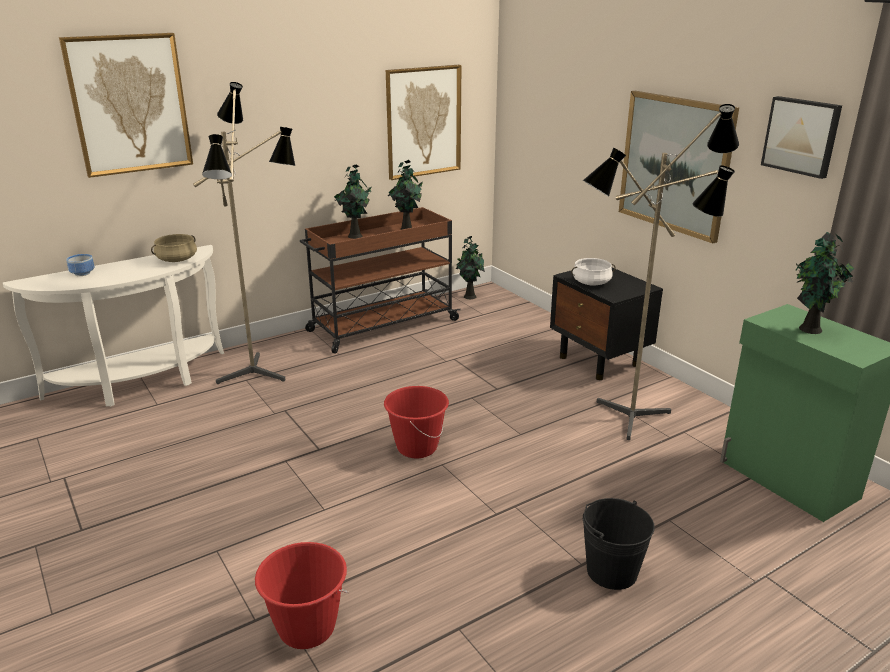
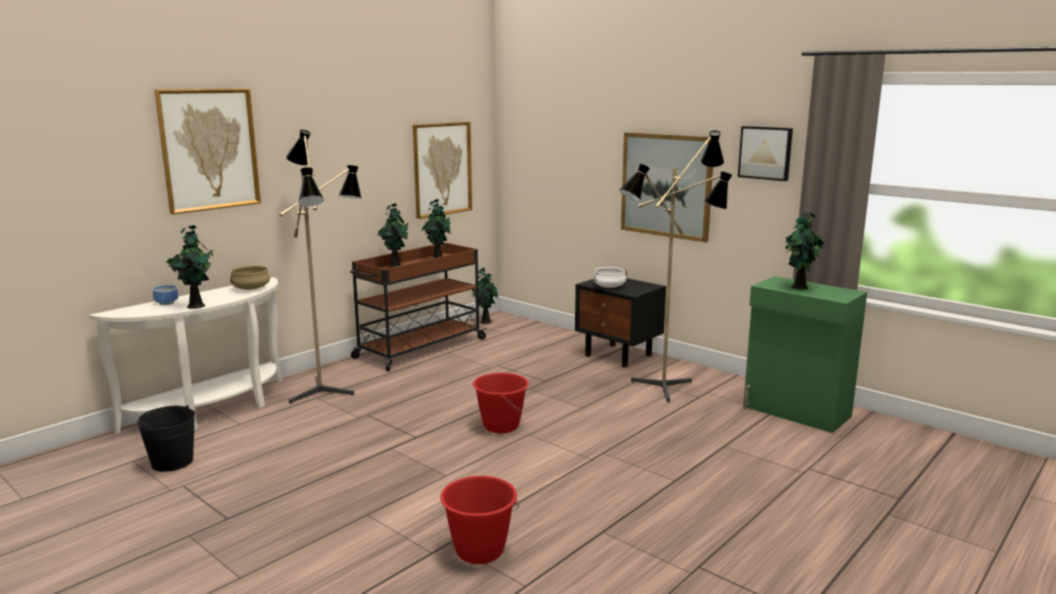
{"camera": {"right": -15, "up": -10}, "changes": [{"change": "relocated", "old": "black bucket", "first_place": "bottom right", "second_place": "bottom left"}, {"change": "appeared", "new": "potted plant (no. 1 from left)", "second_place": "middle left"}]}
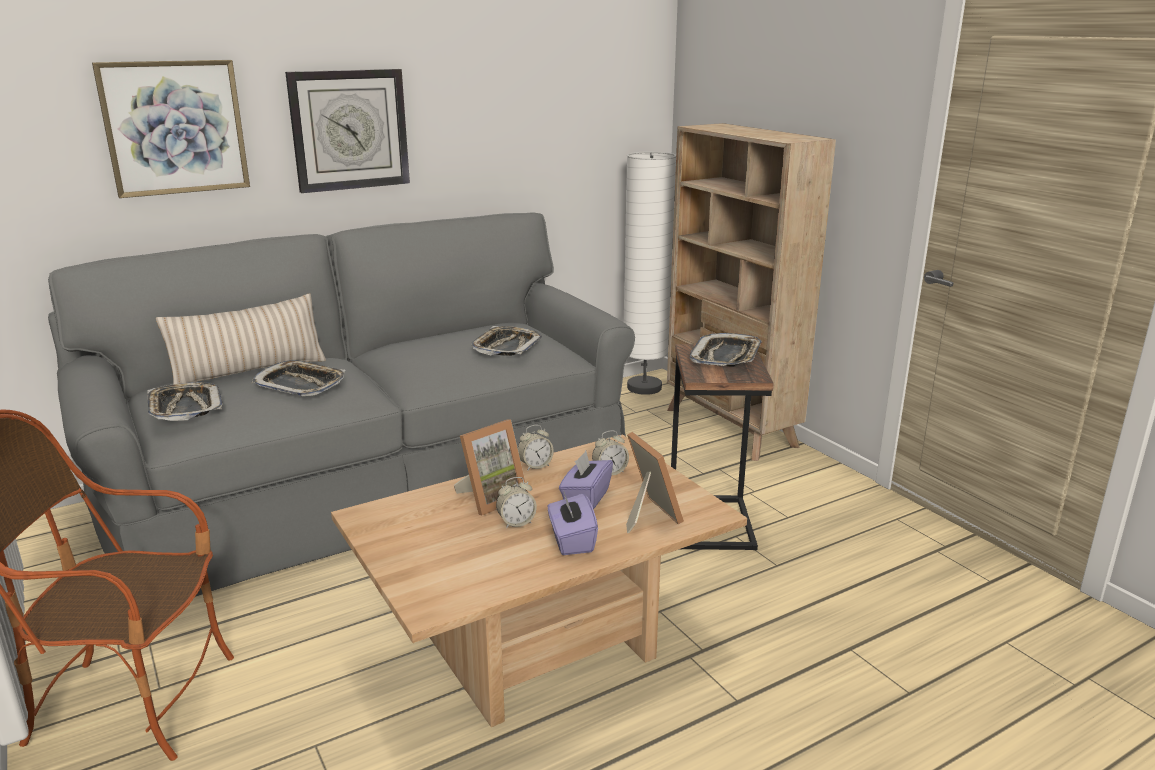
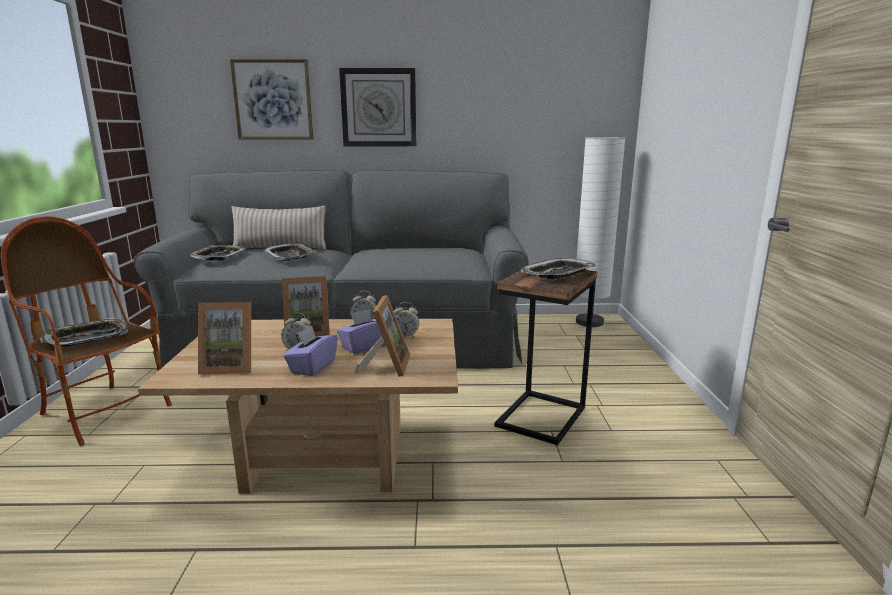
{"camera": {"right": 30, "up": -5}, "changes": [{"change": "relocated", "old": "tray (no. 3 from left in the first image)", "new": "tray (no. 1 from left)", "first_place": "centre", "second_place": "middle left"}, {"change": "appeared", "new": "picture frame (no. 1 from left)", "second_place": "middle left"}, {"change": "missing", "old": "beige bookcase", "first_place": "centre"}]}
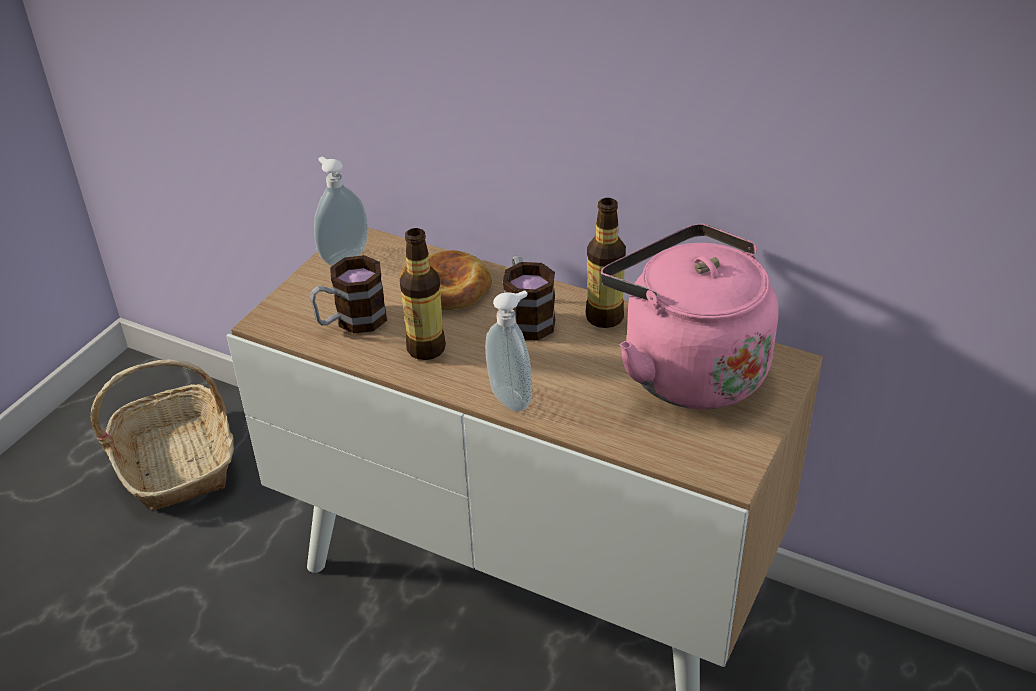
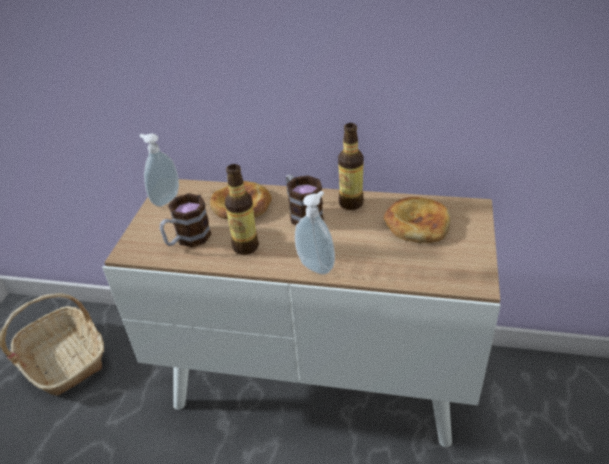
{"camera": {"right": -15, "up": 0}, "changes": [{"change": "exchanged", "old": "pink kettle", "new": "bread (no. 2 from left)", "first_place": "centre", "second_place": "middle right"}]}
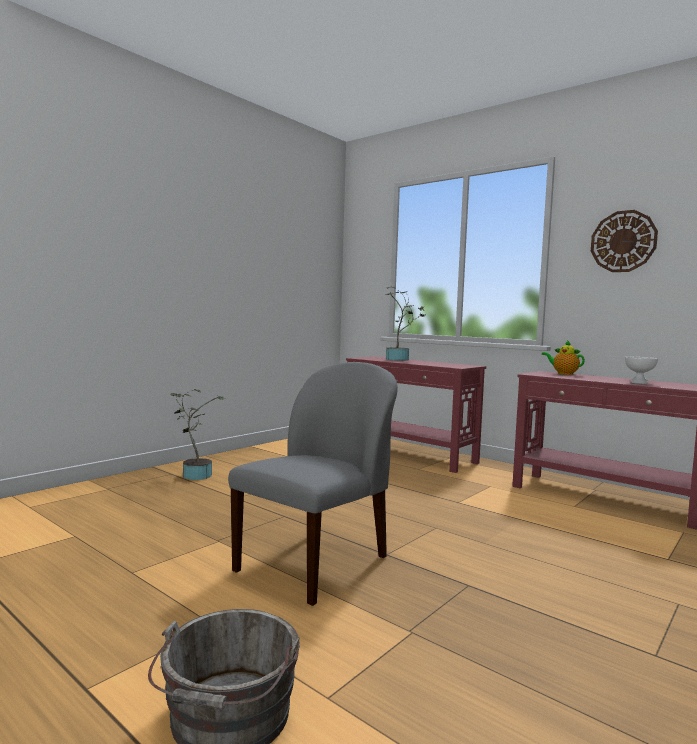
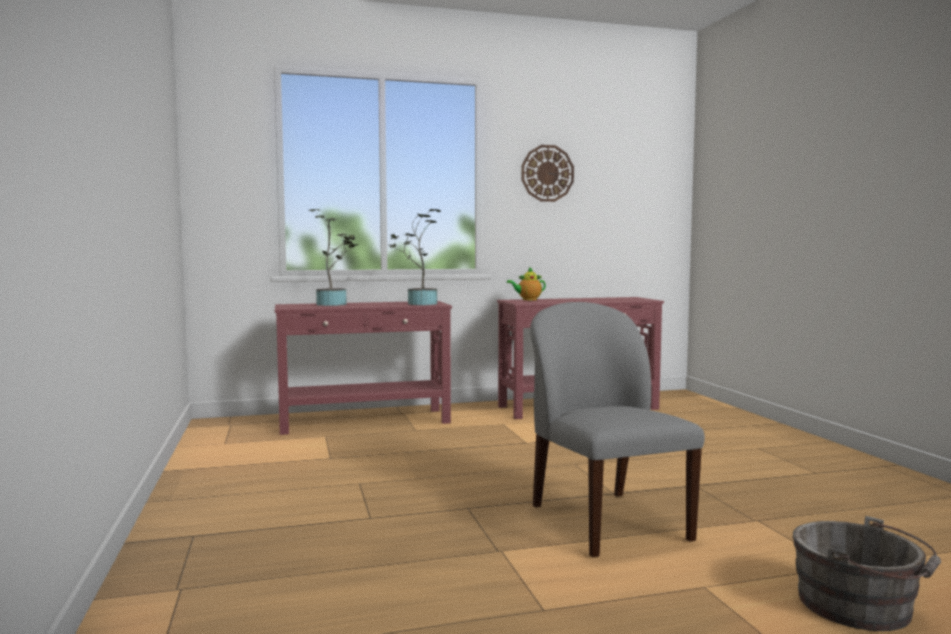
{"camera": {"right": -55, "up": 0}, "changes": [{"change": "relocated", "old": "potted plant (no. 1 from left in the first image)", "new": "potted plant (no. 2 from left)", "first_place": "middle left", "second_place": "centre"}, {"change": "missing", "old": "white bowl", "first_place": "middle right"}]}
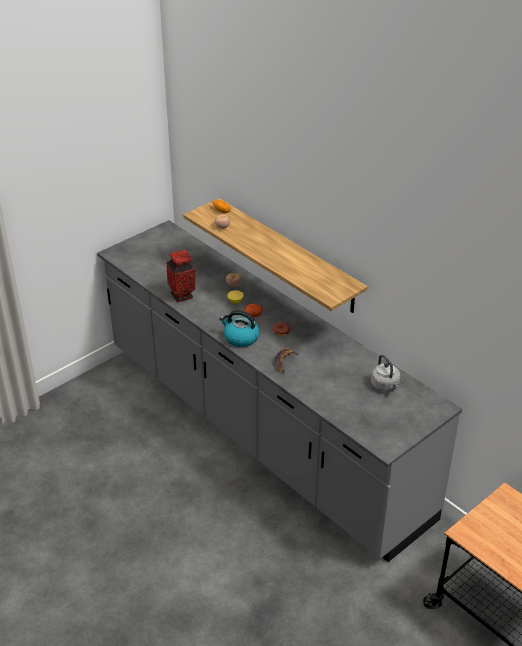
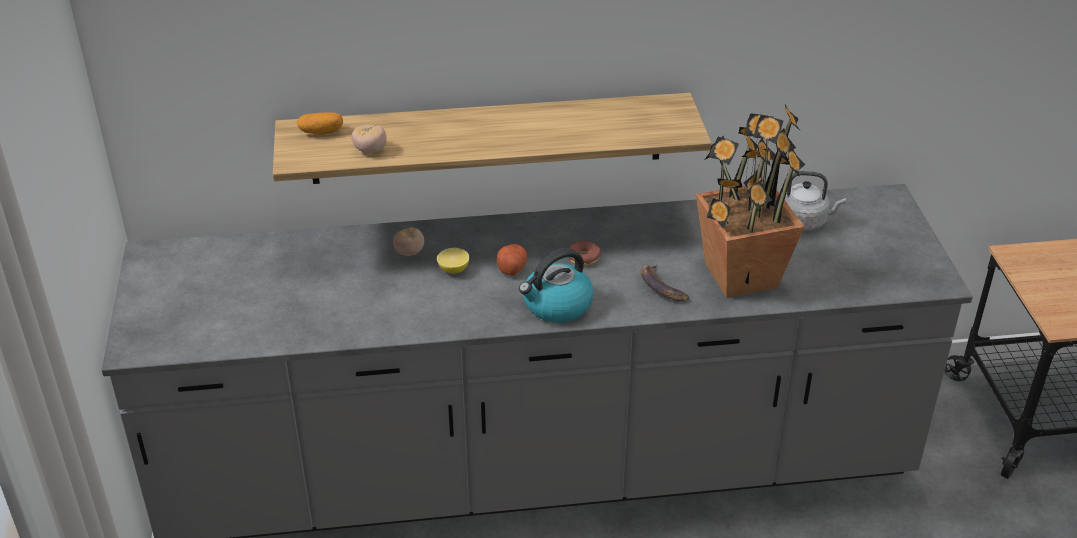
{"camera": {"right": -55, "up": 0}, "changes": [{"change": "appeared", "new": "potted plant", "second_place": "middle right"}, {"change": "missing", "old": "vase", "first_place": "centre"}]}
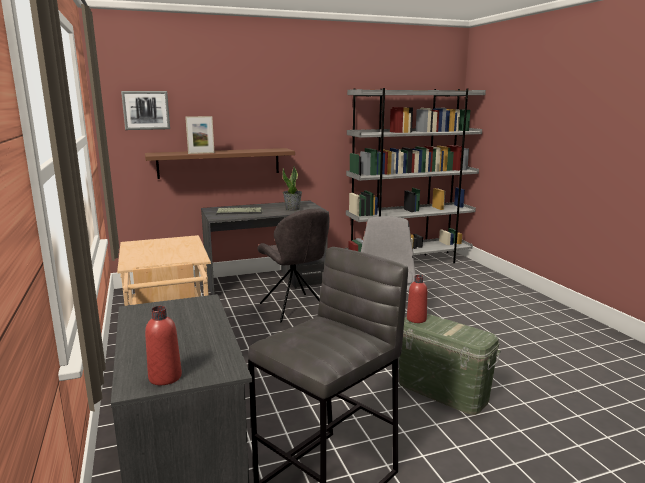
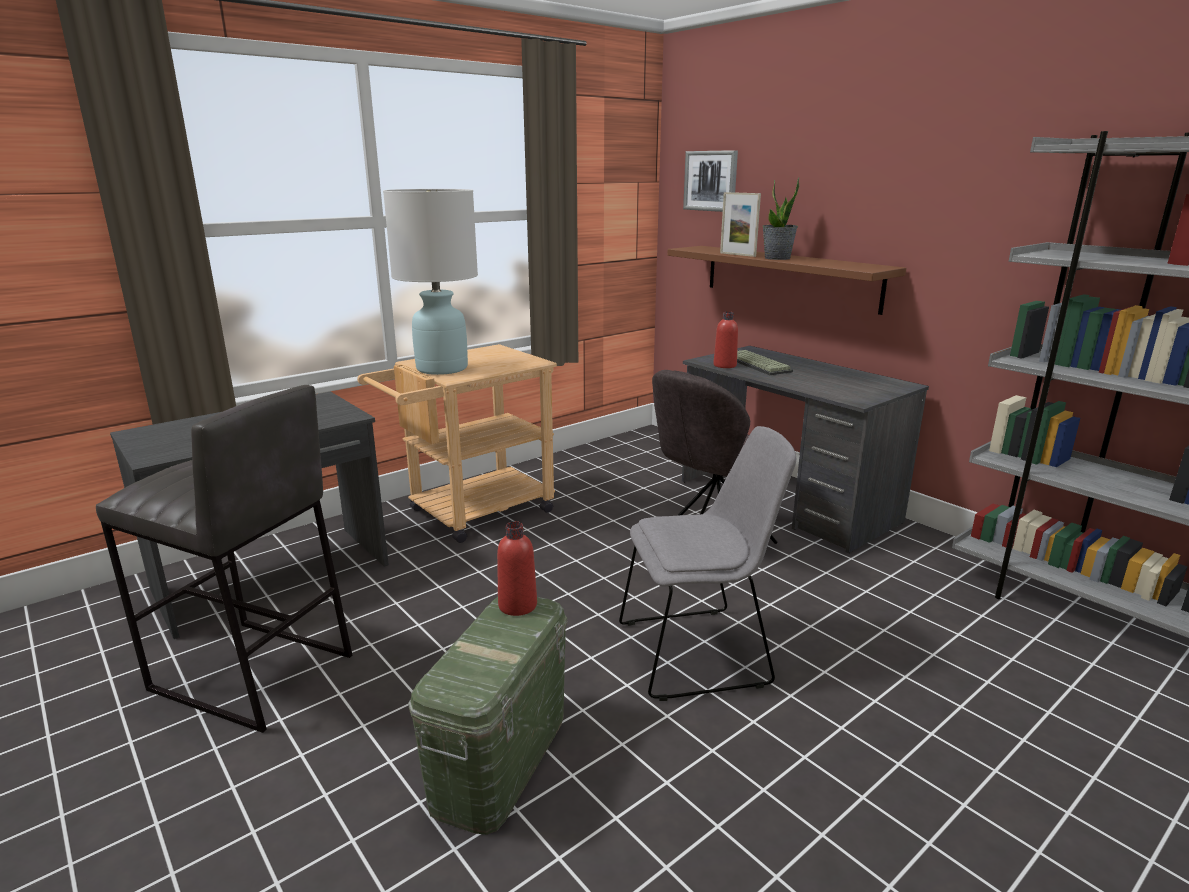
{"camera": {"right": 70, "up": 5}, "changes": [{"change": "appeared", "new": "white table lamp", "second_place": "top centre"}, {"change": "relocated", "old": "red bottle (no. 1 from left in the first image)", "new": "red bottle (no. 2 from left)", "first_place": "bottom left", "second_place": "centre"}, {"change": "relocated", "old": "potted plant", "first_place": "centre", "second_place": "top centre"}]}
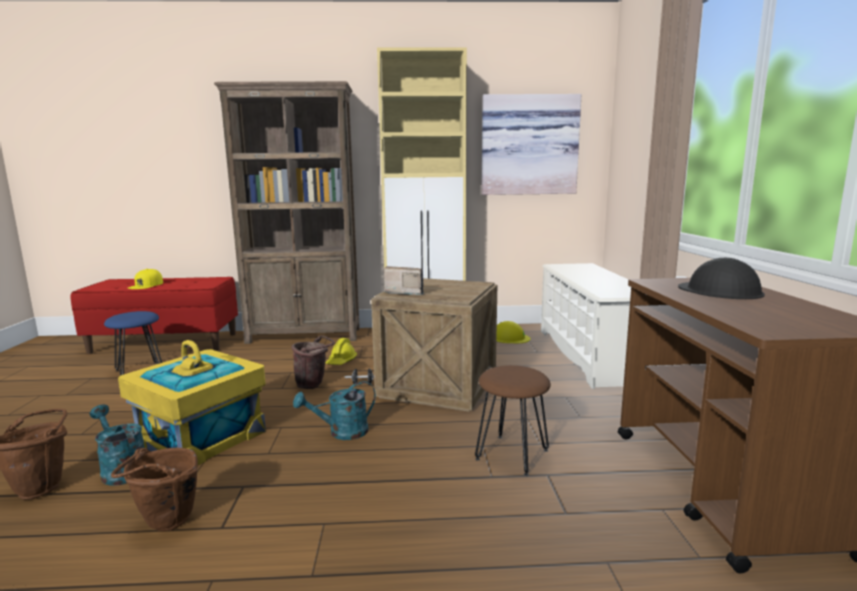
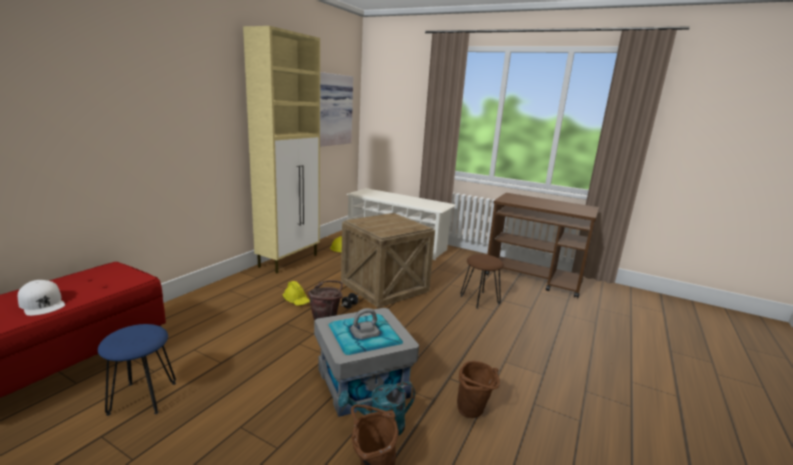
{"camera": {"right": -60, "up": 5}, "changes": [{"change": "colour", "old": "yellow cap", "new": "white cap", "first_place": "middle left", "second_place": "middle left"}, {"change": "colour", "old": "yellow storage box", "new": "grey storage box", "first_place": "bottom left", "second_place": "bottom centre"}, {"change": "missing", "old": "brown bookcase", "first_place": "centre"}, {"change": "missing", "old": "turquoise watering can (no. 2 from left)", "first_place": "bottom centre"}, {"change": "missing", "old": "radio", "first_place": "centre"}, {"change": "missing", "old": "black hard hat", "first_place": "middle right"}]}
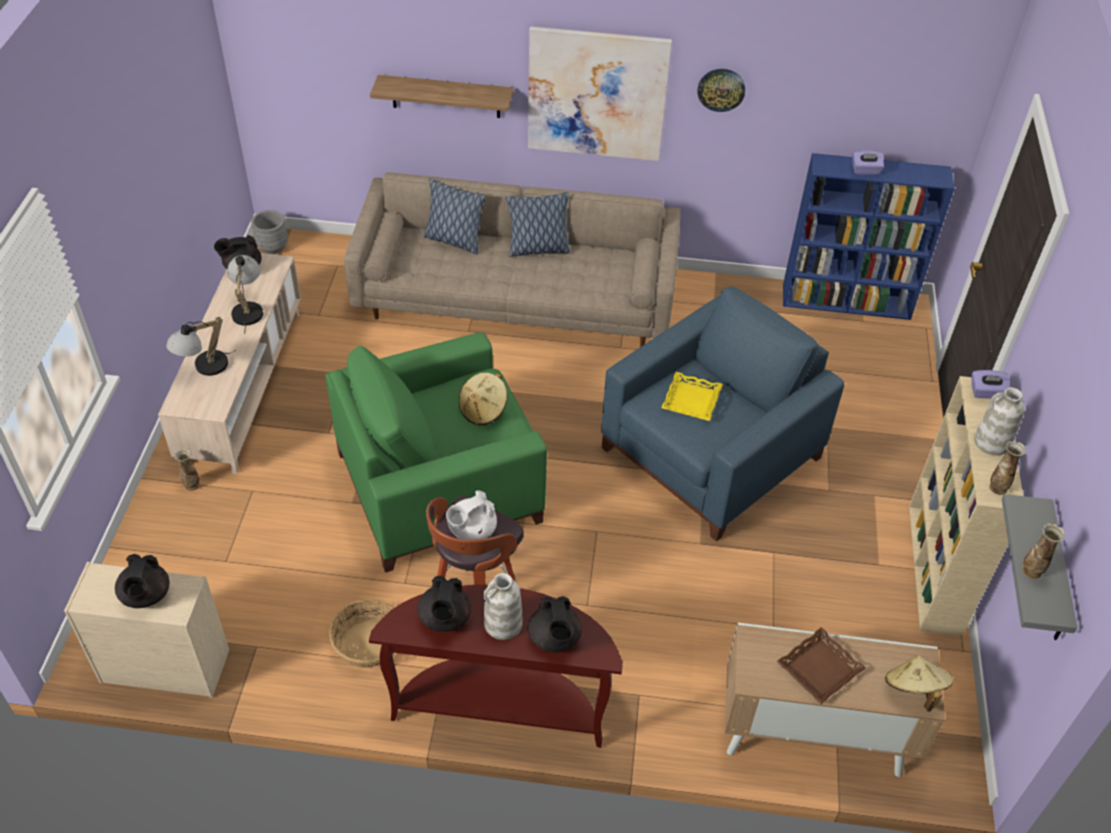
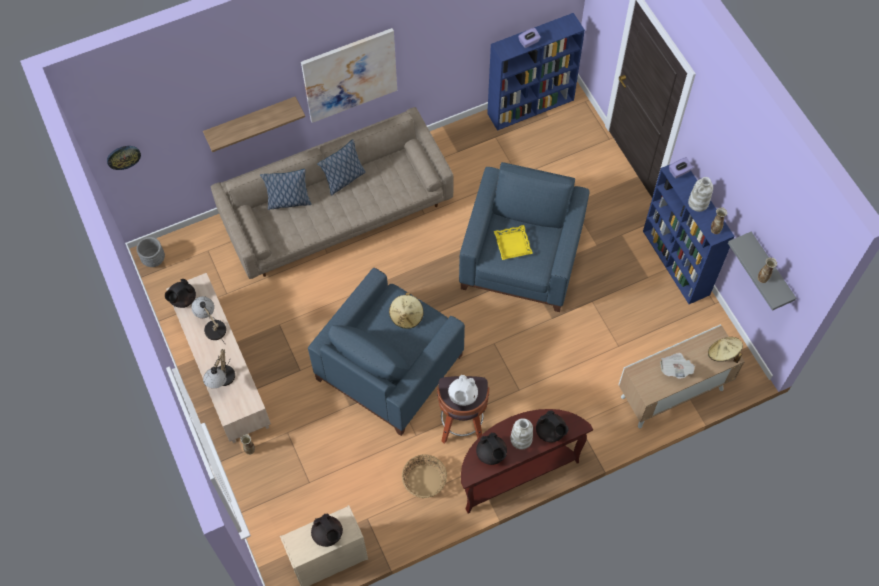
{"camera": {"right": -30, "up": 15}, "changes": [{"change": "relocated", "old": "wall clock", "first_place": "top centre", "second_place": "top left"}, {"change": "colour", "old": "green armchair", "new": "blue armchair (no. 1 from left)", "first_place": "centre", "second_place": "centre"}, {"change": "colour", "old": "beige bookcase", "new": "blue bookcase (no. 2 from left)", "first_place": "middle right", "second_place": "middle right"}, {"change": "exchanged", "old": "brown tray", "new": "newspaper", "first_place": "bottom right", "second_place": "middle right"}]}
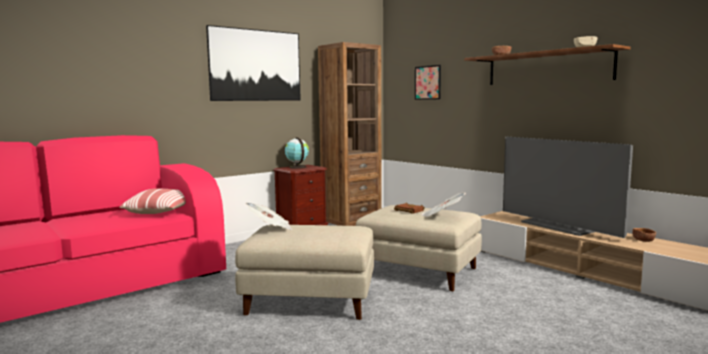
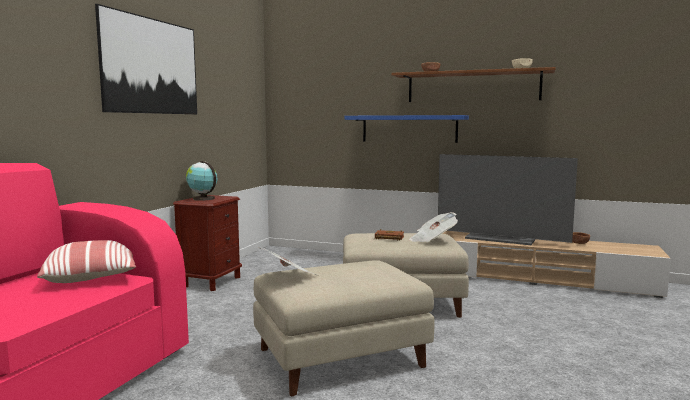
{"camera": {"right": -30, "up": 0}, "changes": [{"change": "appeared", "new": "blue shelf", "second_place": "top centre"}, {"change": "missing", "old": "brown bookcase", "first_place": "centre"}, {"change": "missing", "old": "picture (no. 2 from left)", "first_place": "top centre"}]}
